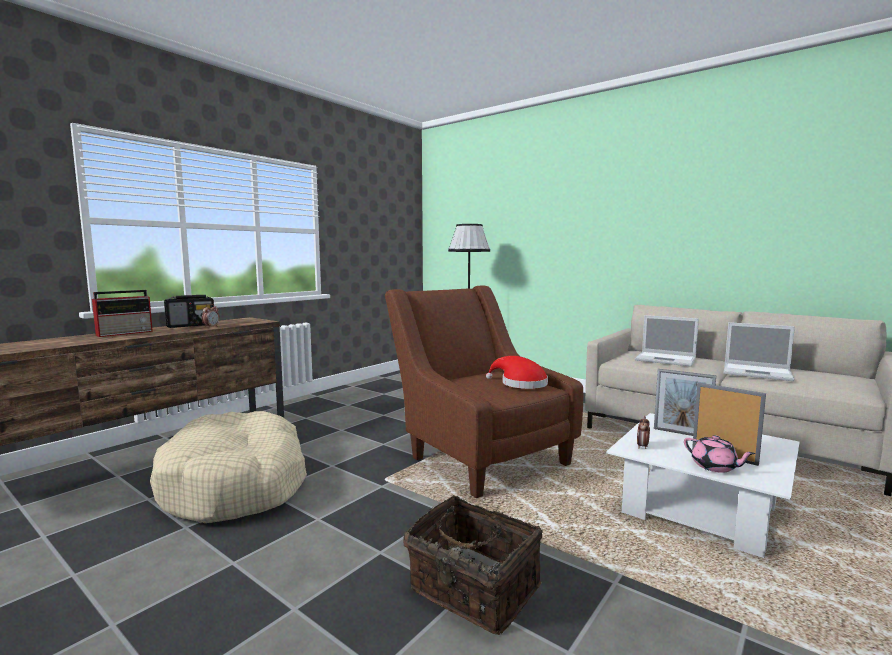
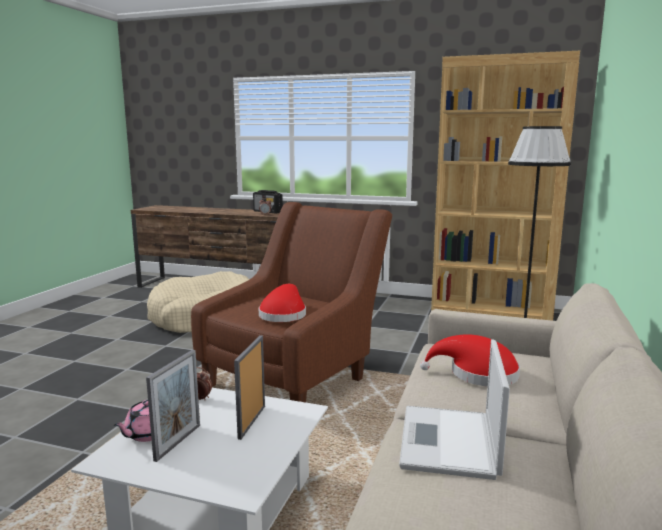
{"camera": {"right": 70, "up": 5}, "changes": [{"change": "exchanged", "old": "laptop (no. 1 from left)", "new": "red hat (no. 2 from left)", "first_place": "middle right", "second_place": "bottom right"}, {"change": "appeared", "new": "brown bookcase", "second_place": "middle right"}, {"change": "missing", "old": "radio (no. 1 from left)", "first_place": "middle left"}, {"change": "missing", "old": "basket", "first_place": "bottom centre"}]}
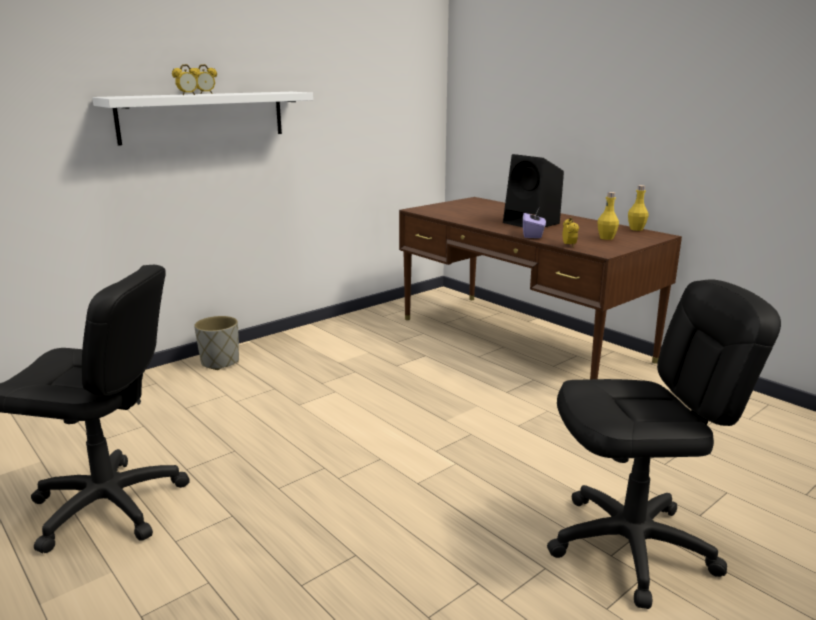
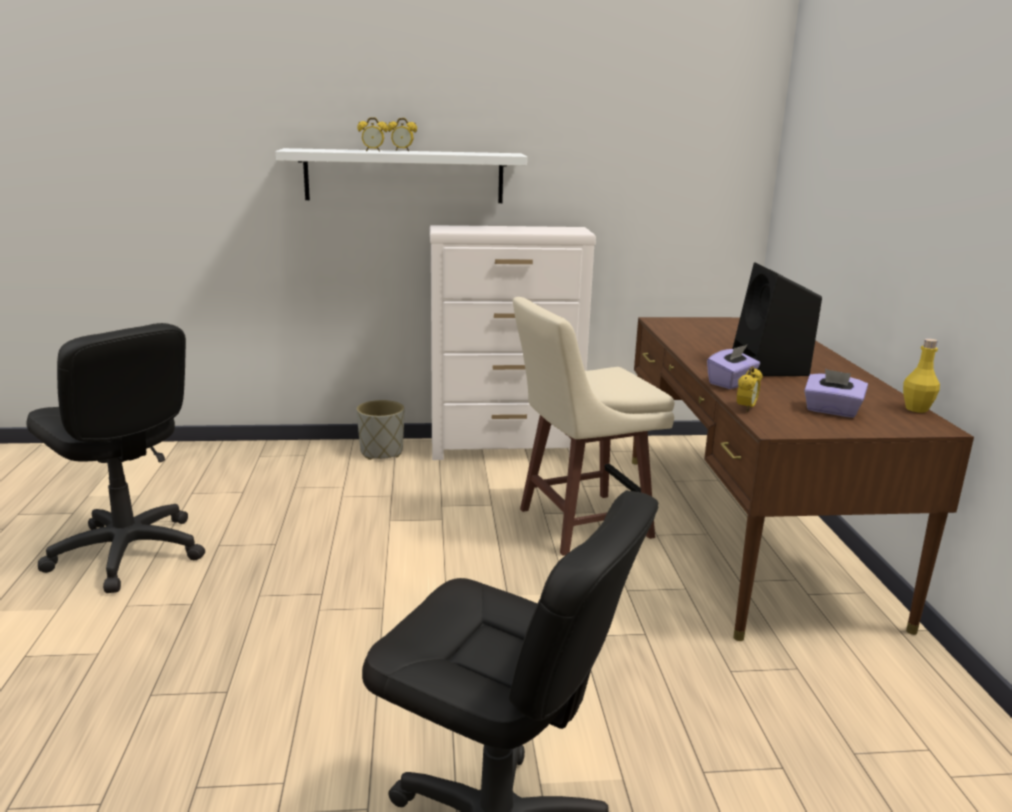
{"camera": {"right": 35, "up": 0}, "changes": [{"change": "appeared", "new": "white dresser", "second_place": "centre"}, {"change": "appeared", "new": "beige stool", "second_place": "centre"}, {"change": "exchanged", "old": "yellow bottle (no. 1 from left)", "new": "purple tissue box (no. 2 from left)", "first_place": "middle right", "second_place": "middle right"}]}
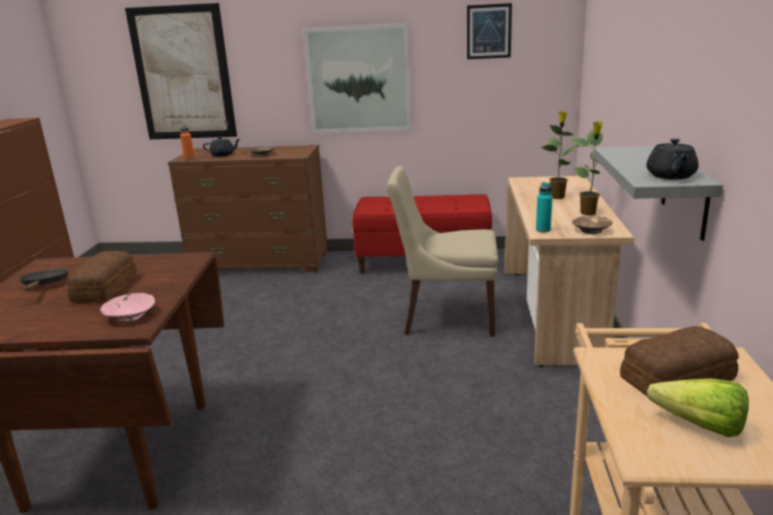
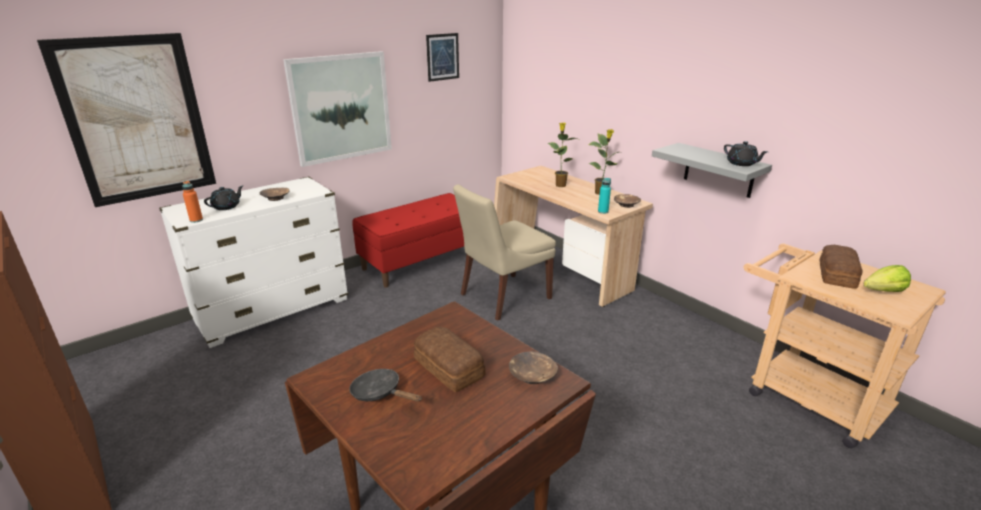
{"camera": {"right": -45, "up": 5}, "changes": [{"change": "colour", "old": "brown dresser", "new": "white dresser", "first_place": "middle left", "second_place": "middle left"}, {"change": "colour", "old": "pink bowl", "new": "brown bowl (no. 2 from left)", "first_place": "middle left", "second_place": "bottom centre"}]}
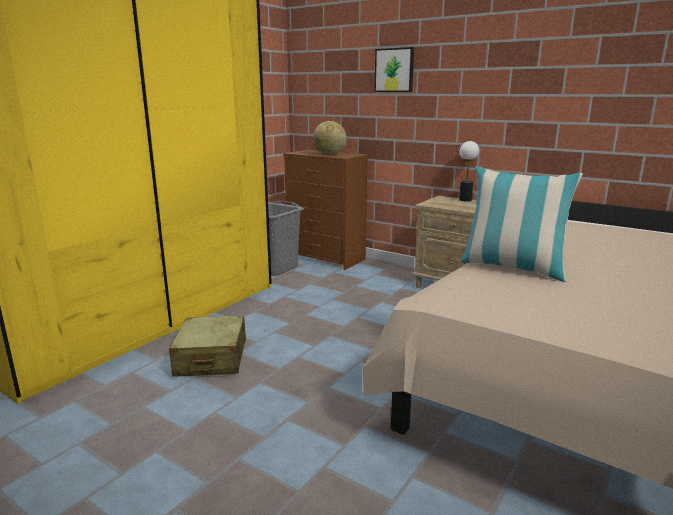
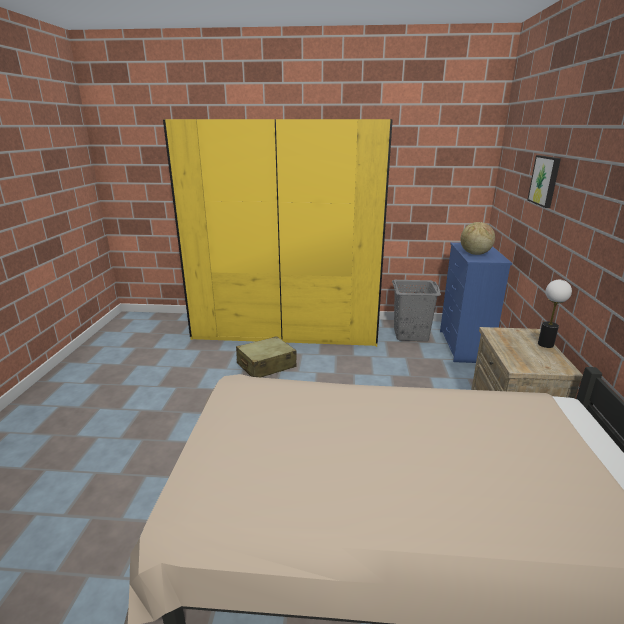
{"camera": {"right": 60, "up": 5}, "changes": [{"change": "colour", "old": "brown dresser", "new": "blue dresser", "first_place": "centre", "second_place": "middle right"}, {"change": "missing", "old": "pillow", "first_place": "middle right"}]}
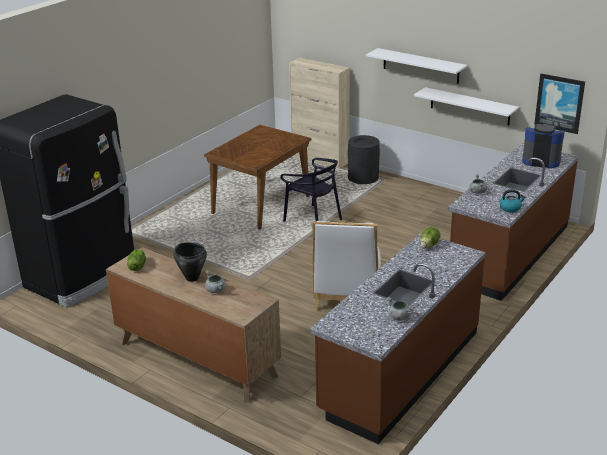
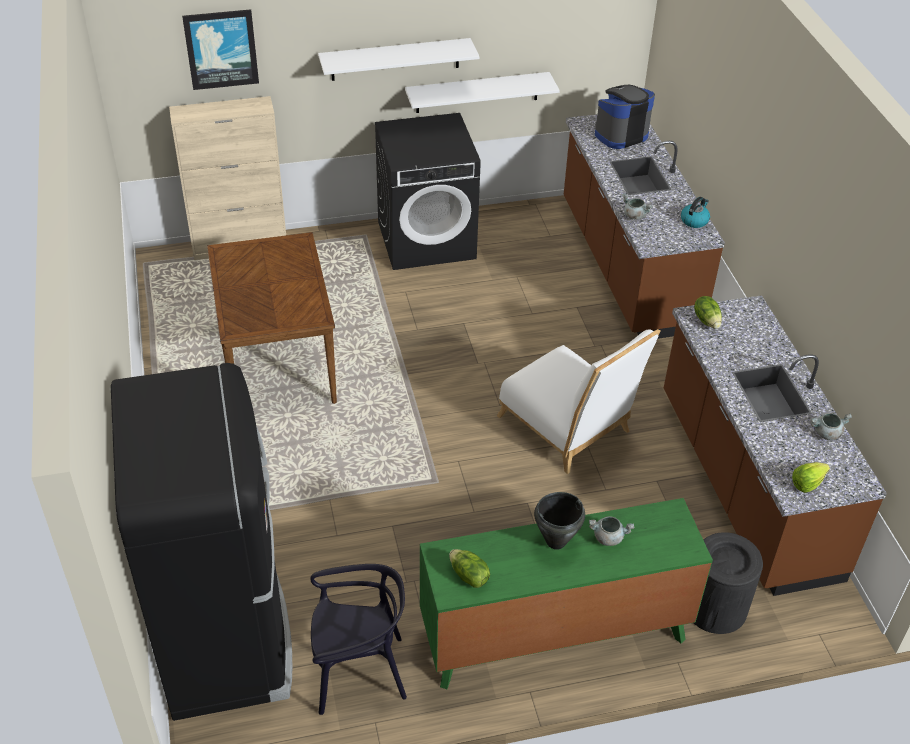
{"camera": {"right": -50, "up": 15}, "changes": [{"change": "relocated", "old": "picture", "first_place": "top right", "second_place": "top left"}, {"change": "relocated", "old": "black chair", "first_place": "centre", "second_place": "bottom centre"}, {"change": "appeared", "new": "black washing machine", "second_place": "top centre"}, {"change": "colour", "old": "brown dresser", "new": "green dresser", "first_place": "bottom left", "second_place": "bottom centre"}, {"change": "relocated", "old": "black trash can", "first_place": "centre", "second_place": "bottom right"}, {"change": "appeared", "new": "lettuce (no. 3 from left)", "second_place": "middle right"}]}
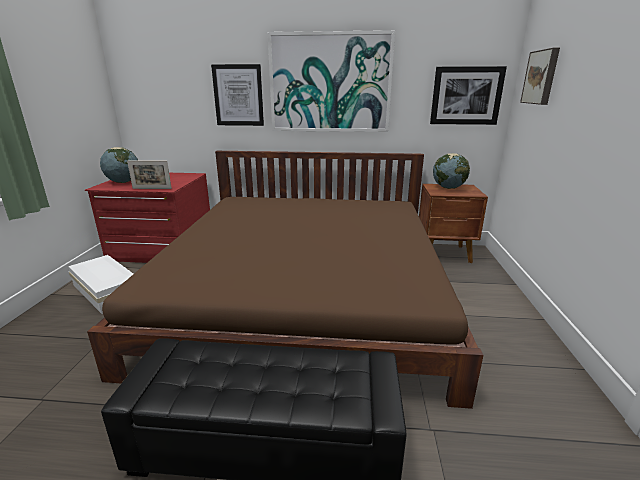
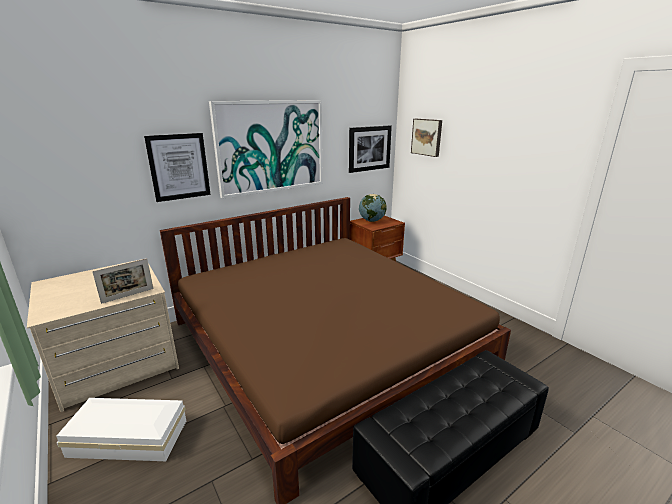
{"camera": {"right": -40, "up": 0}, "changes": [{"change": "colour", "old": "red dresser", "new": "beige dresser", "first_place": "middle left", "second_place": "bottom left"}, {"change": "missing", "old": "globe (no. 1 from left)", "first_place": "middle left"}]}
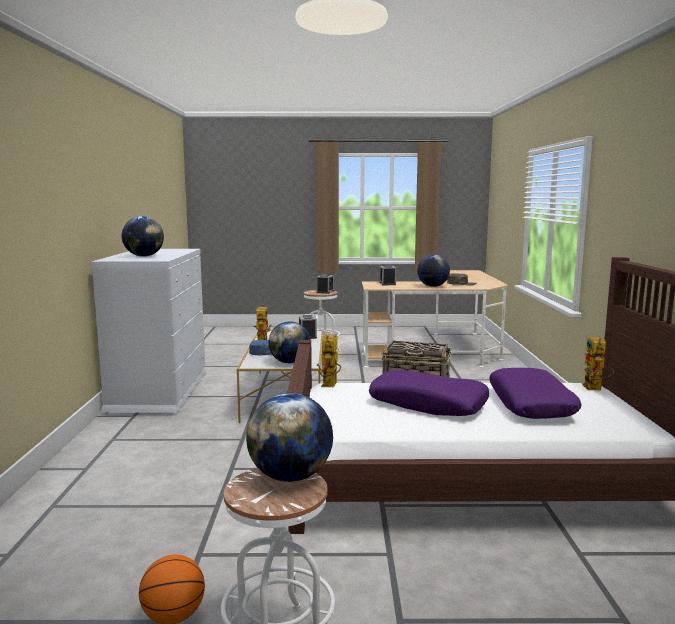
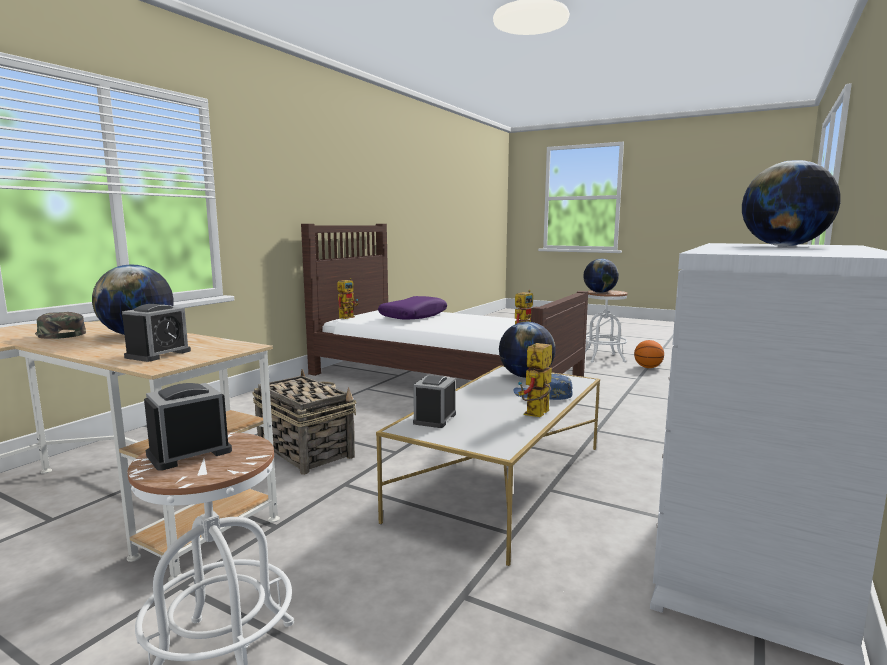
{"camera": {"right": -150, "up": 0}, "changes": [{"change": "missing", "old": "purple pillow (no. 1 from left)", "first_place": "centre"}]}
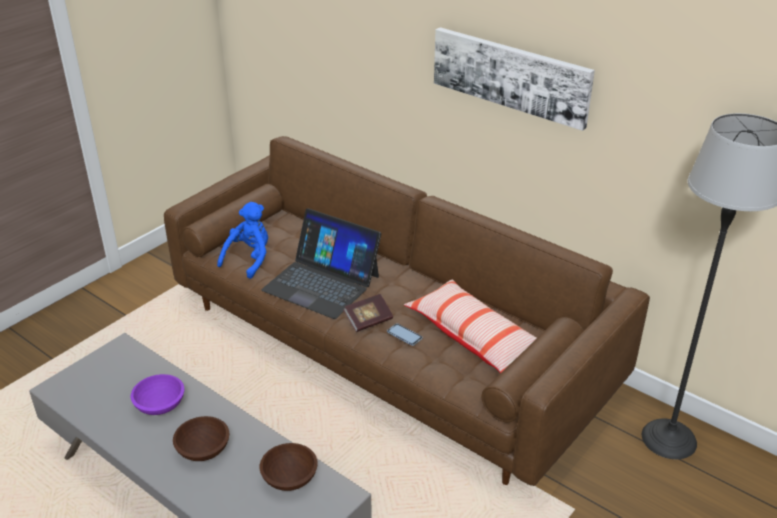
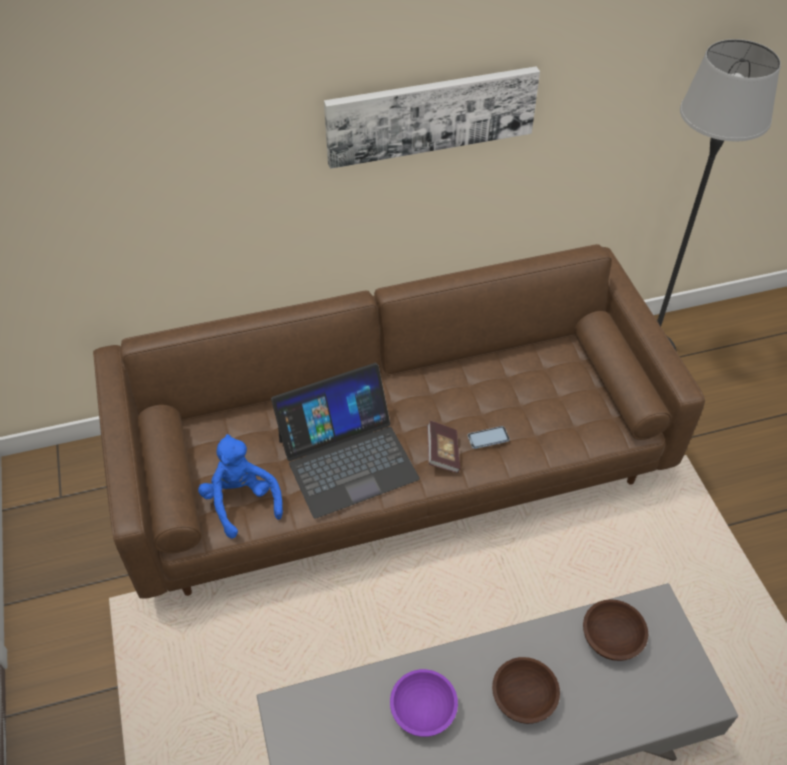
{"camera": {"right": -55, "up": 15}, "changes": [{"change": "missing", "old": "pillow", "first_place": "centre"}]}
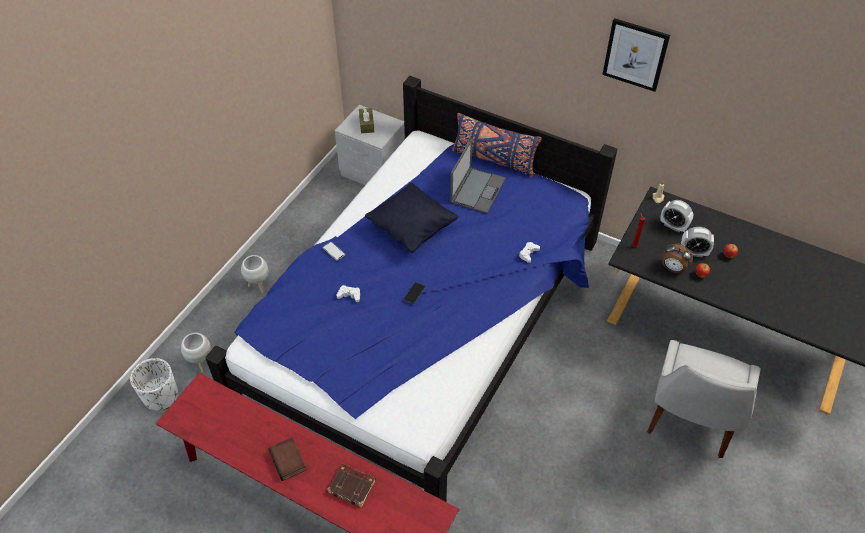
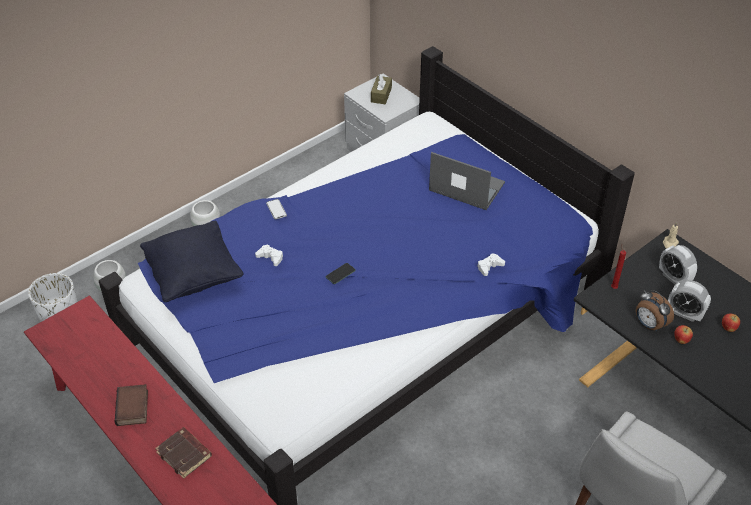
{"camera": {"right": 20, "up": -5}, "changes": [{"change": "relocated", "old": "black pillow", "first_place": "centre", "second_place": "middle left"}, {"change": "spun", "old": "laptop", "first_place": "top centre", "second_place": "centre", "degrees": -105}, {"change": "missing", "old": "blue pillow", "first_place": "top centre"}, {"change": "missing", "old": "picture", "first_place": "top right"}]}
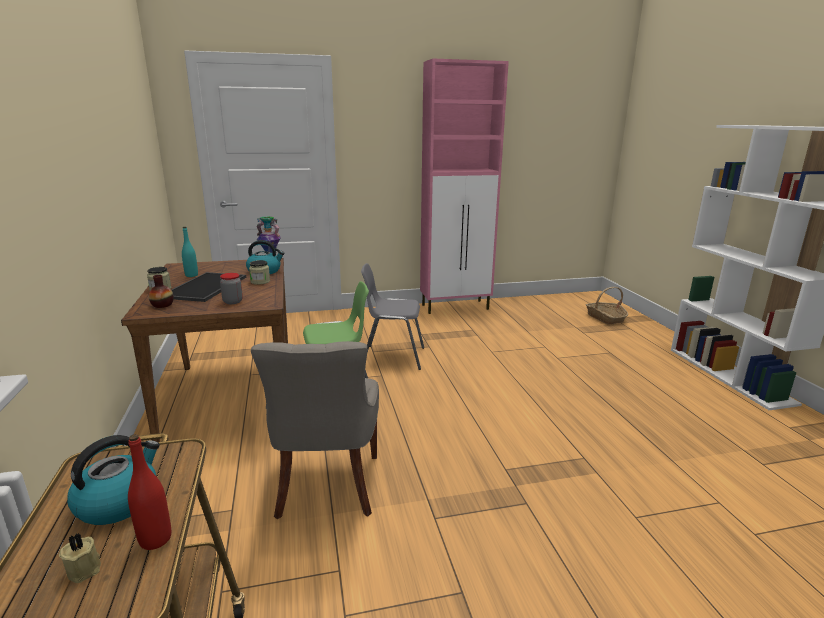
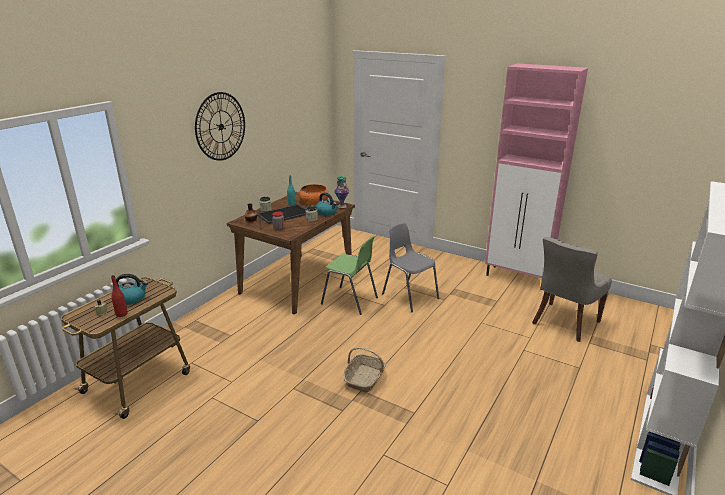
{"camera": {"right": 45, "up": 5}, "changes": [{"change": "appeared", "new": "wall clock", "second_place": "top left"}, {"change": "appeared", "new": "orange bowl", "second_place": "centre"}, {"change": "relocated", "old": "basket", "first_place": "middle right", "second_place": "bottom centre"}, {"change": "relocated", "old": "grey chair (no. 1 from left in the first image)", "new": "grey chair (no. 2 from left)", "first_place": "bottom centre", "second_place": "middle right"}]}
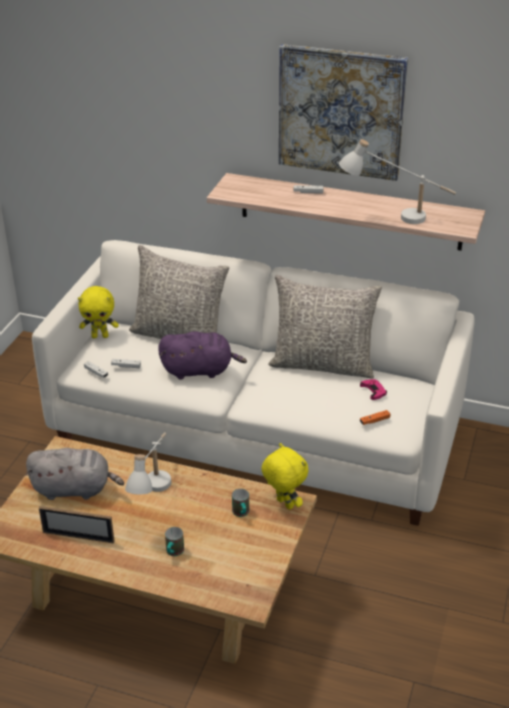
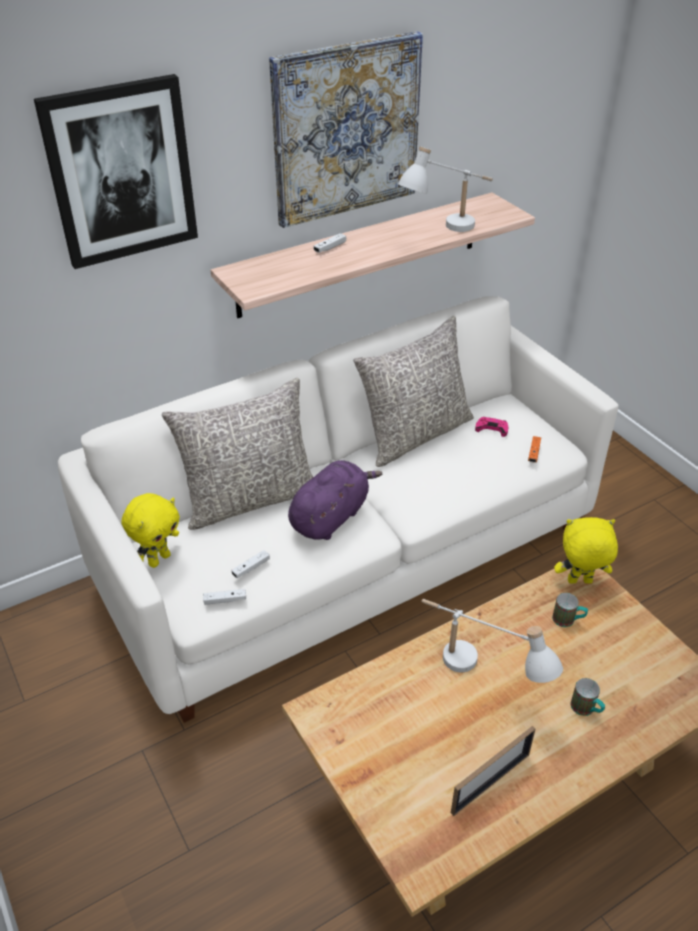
{"camera": {"right": -50, "up": 5}, "changes": [{"change": "appeared", "new": "picture (no. 1 from left)", "second_place": "top left"}, {"change": "missing", "old": "grey plush toy", "first_place": "bottom left"}]}
